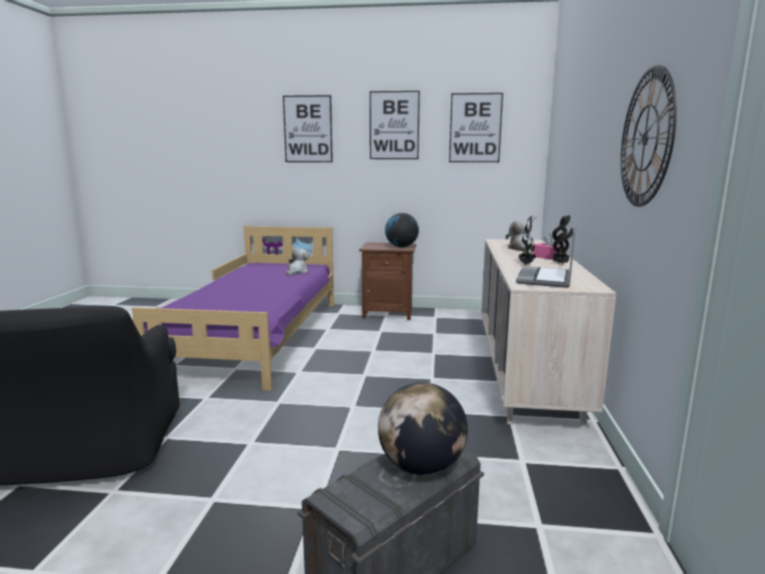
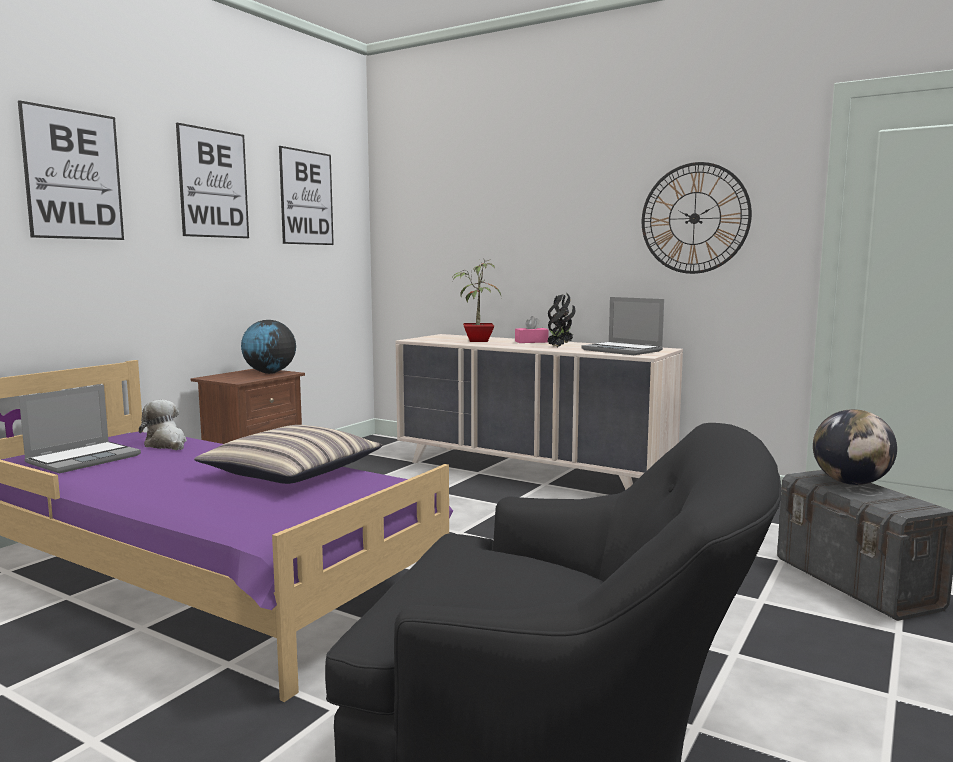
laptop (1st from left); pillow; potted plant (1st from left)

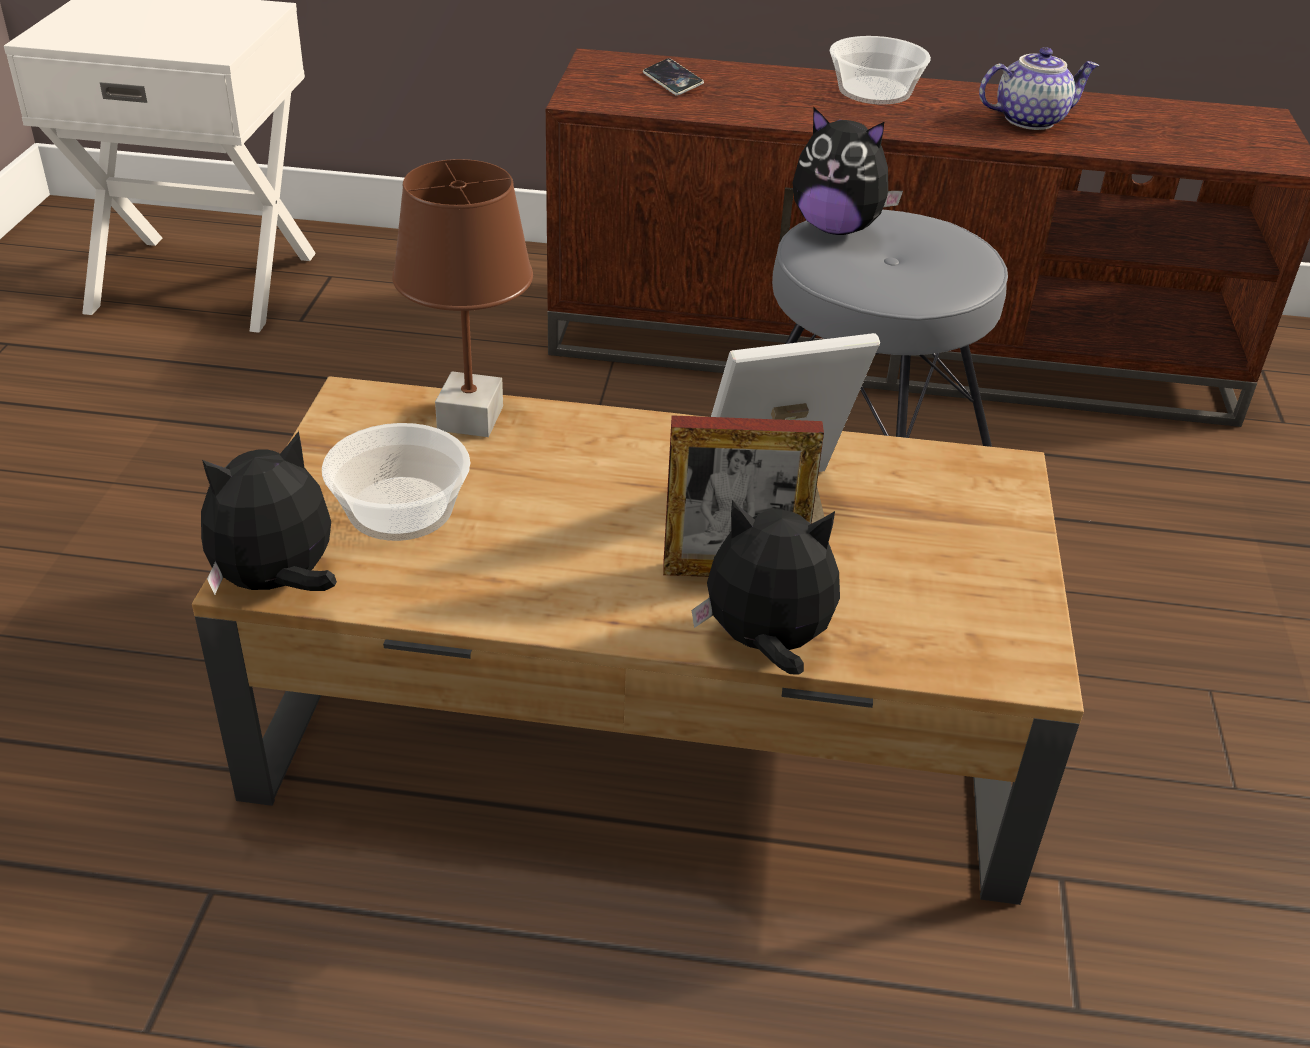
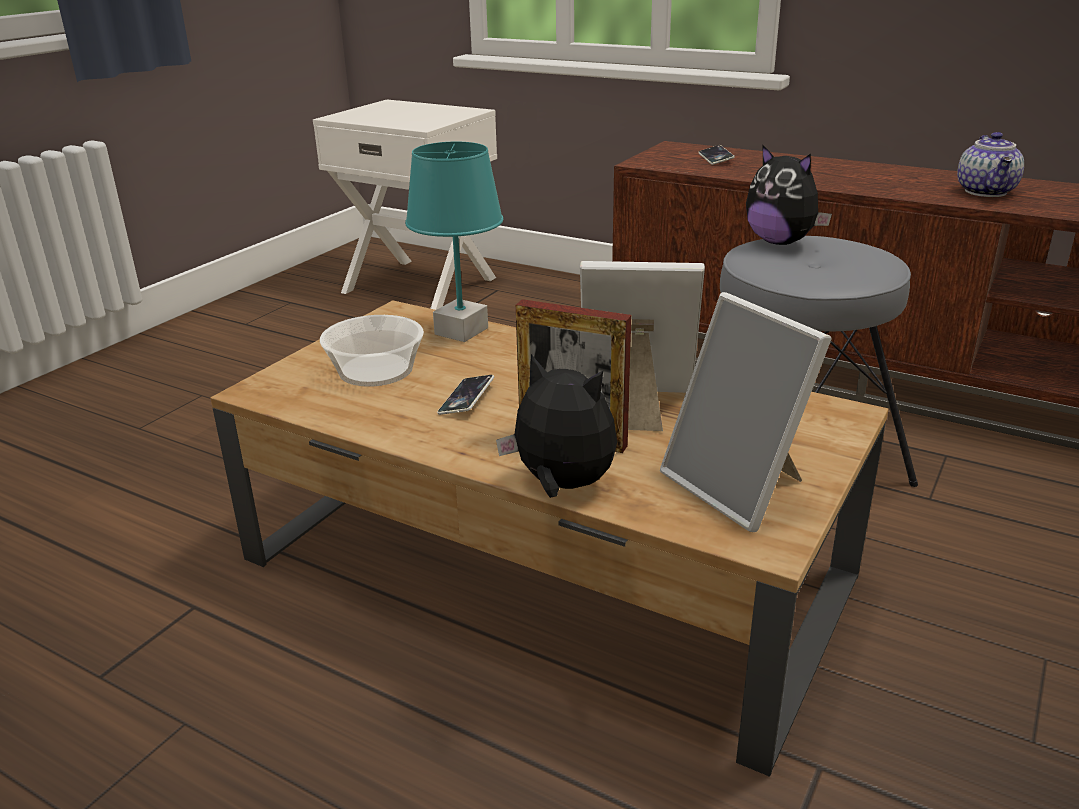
plush toy (1st from left in the first image); bowl (2nd from left in the first image); phone (1st from left); picture frame (3rd from left); turquoise table lamp; teapot

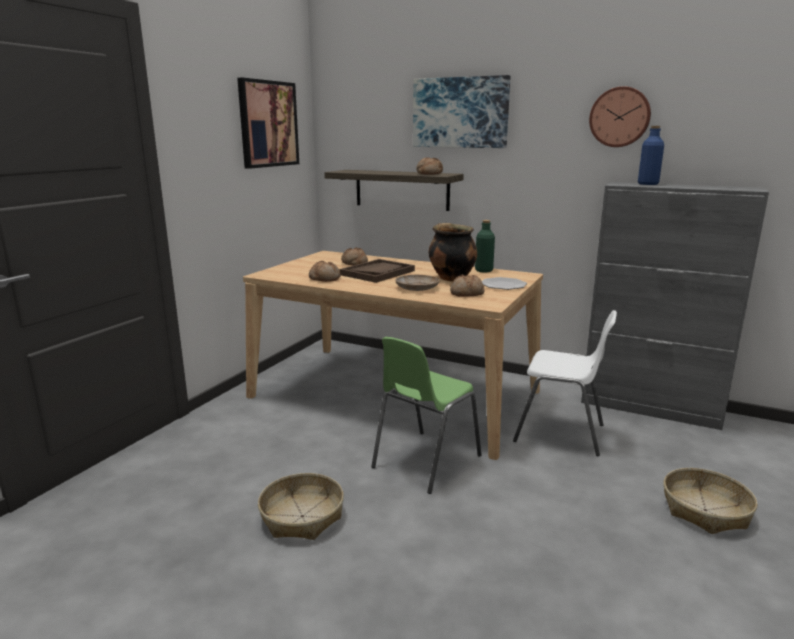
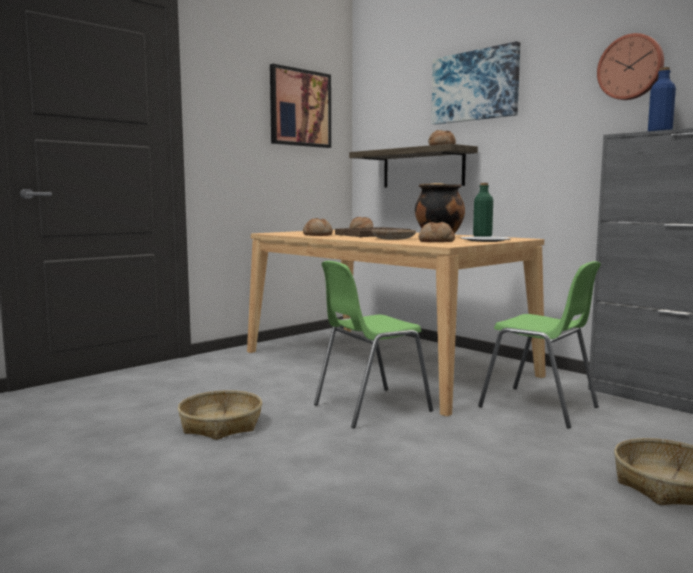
green chair (2nd from left)

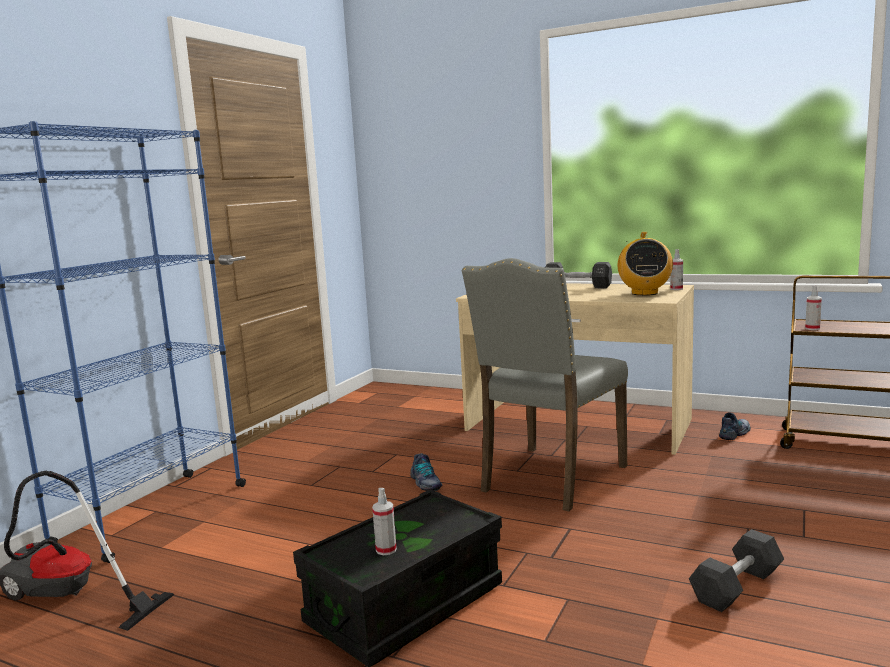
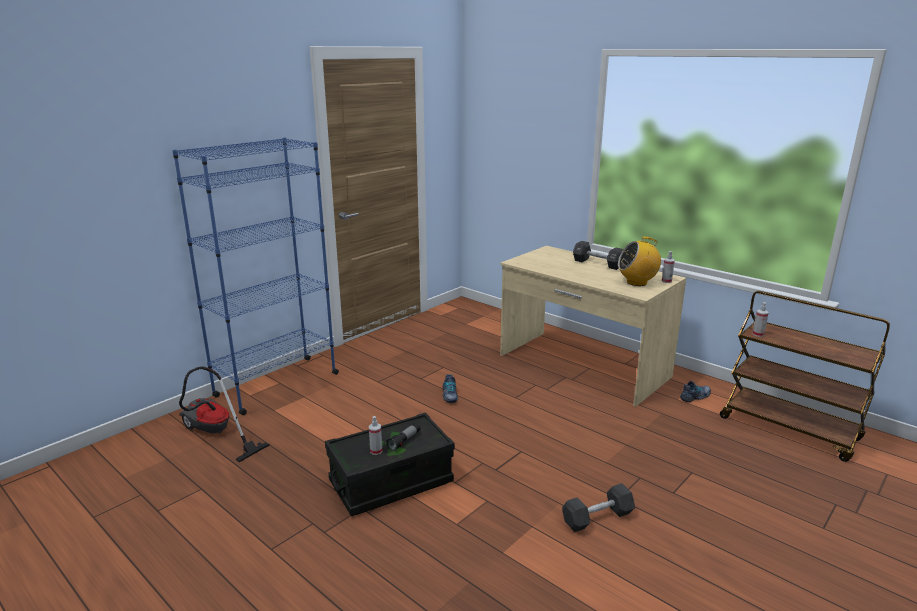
grey chair; flashlight; radio

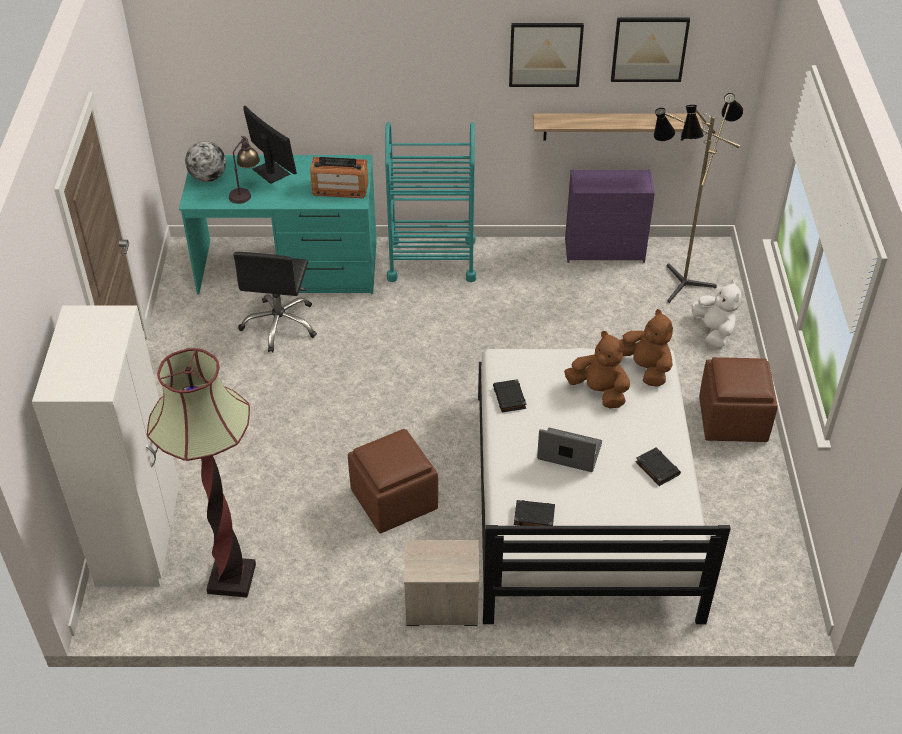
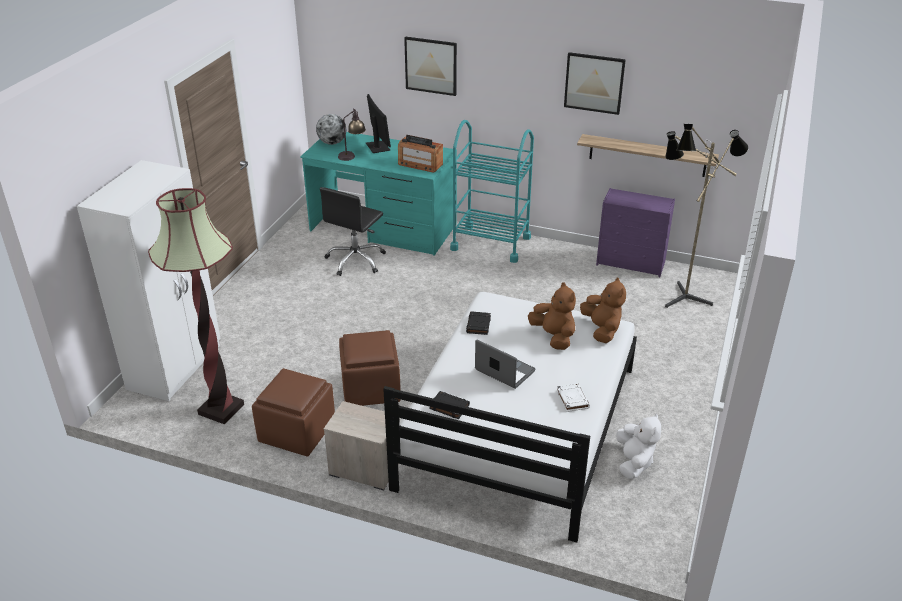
picture (1st from left); white plush toy; brown ottoman (1st from left); white book

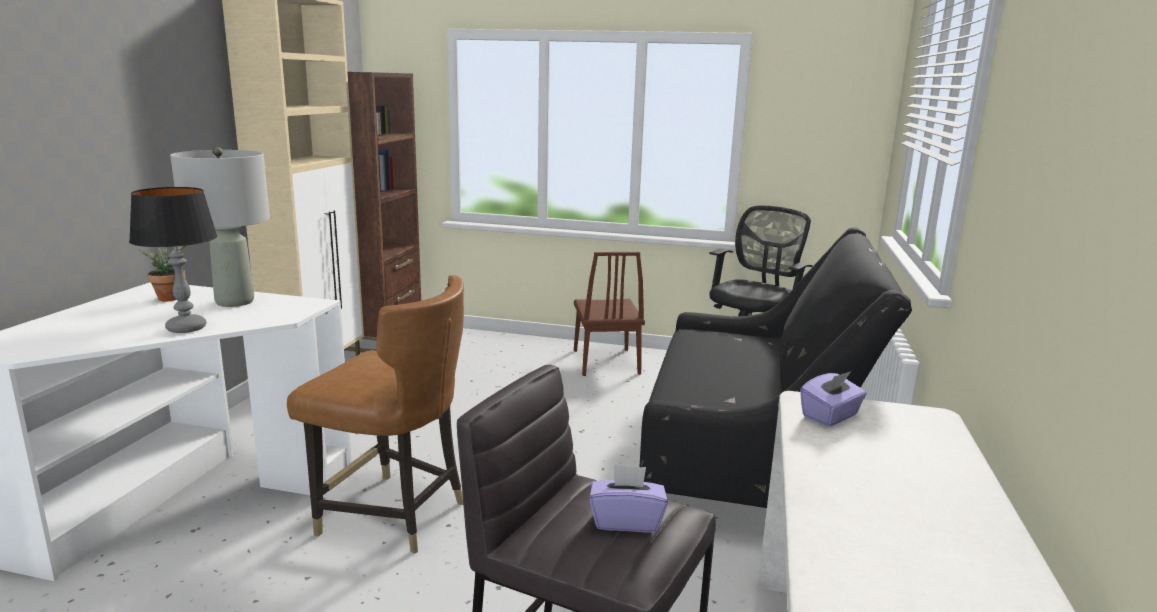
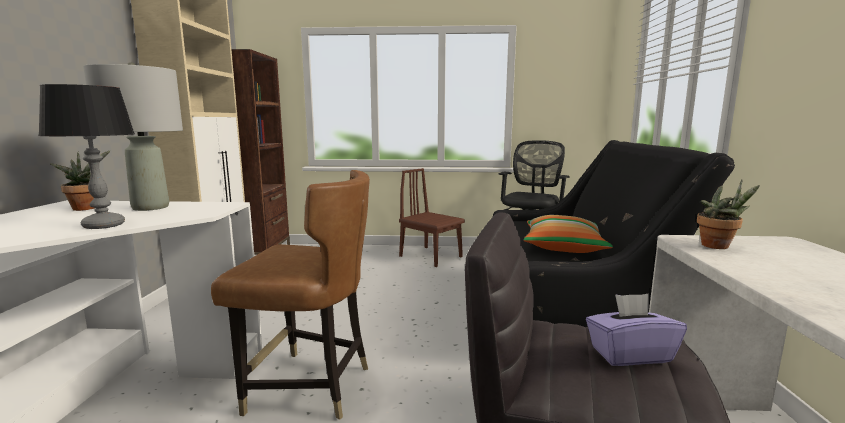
pillow; potted plant (2nd from left); brown chair (2nd from left)

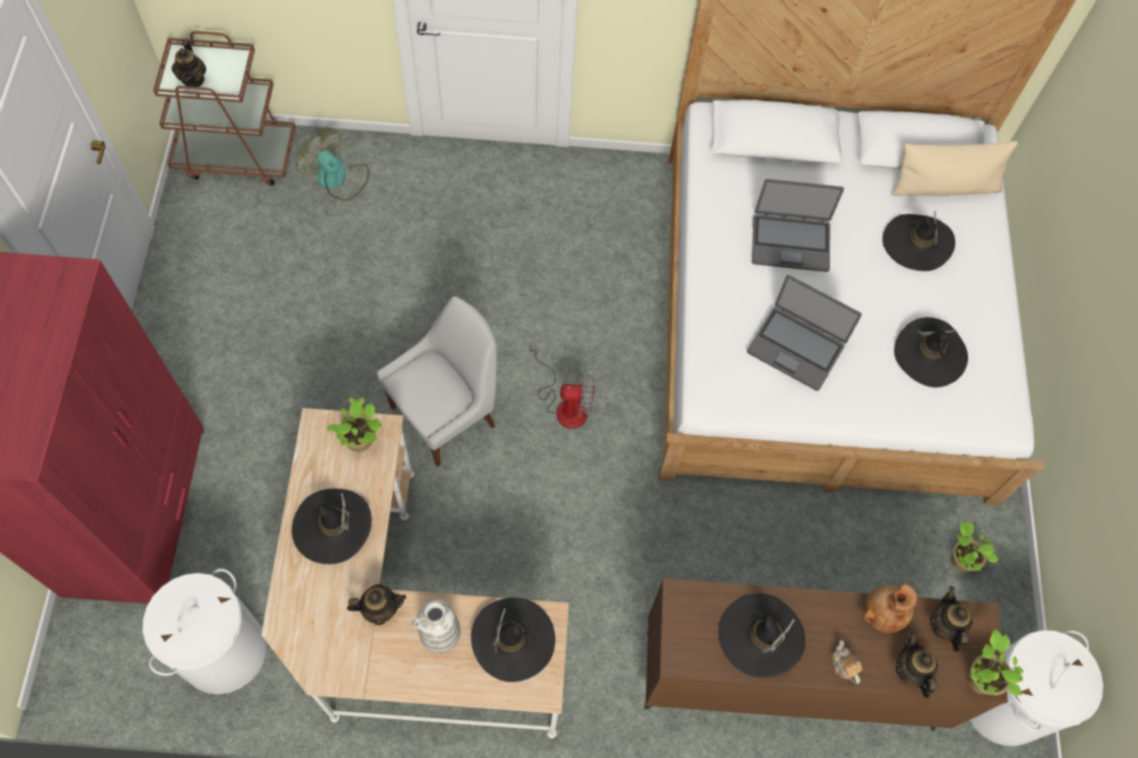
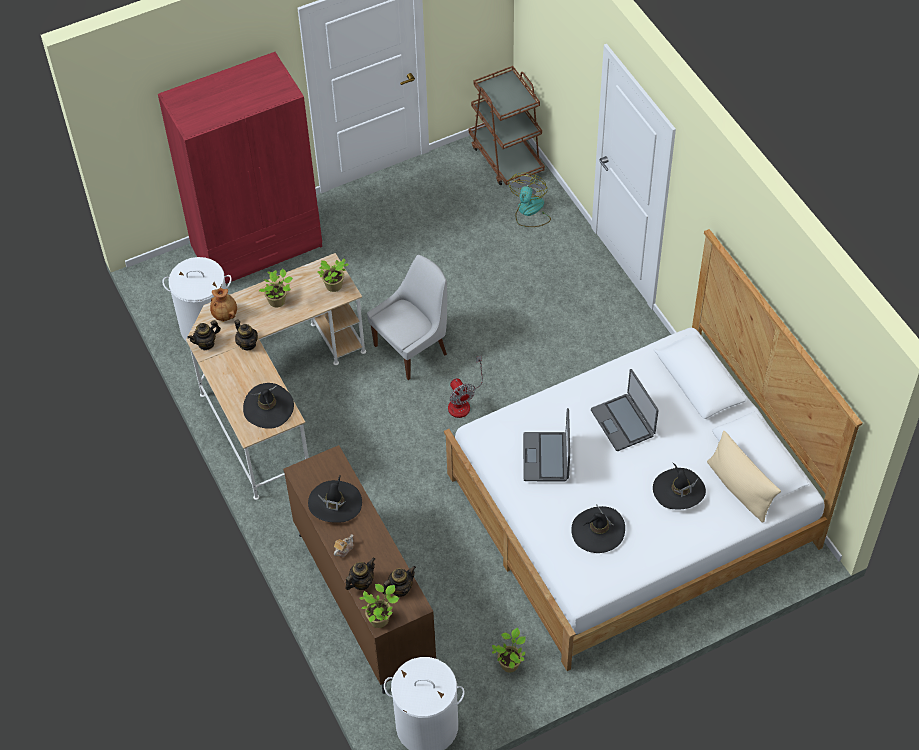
white vase; teapot (1st from left); brown vase; potted plant (1st from left); white chair

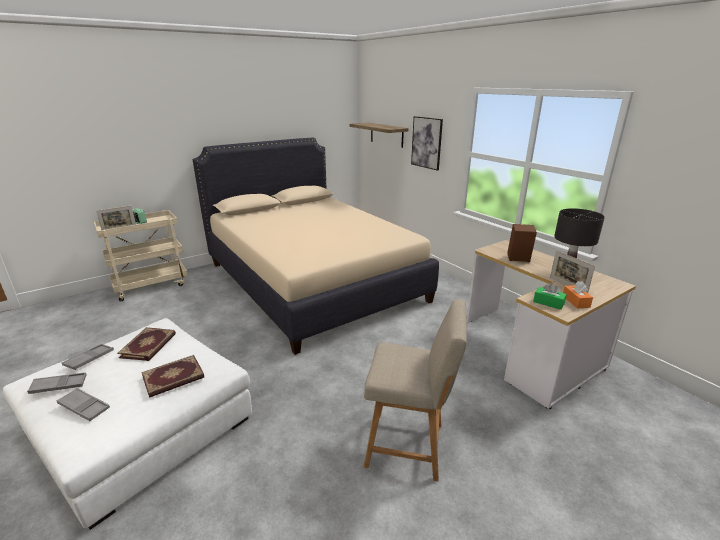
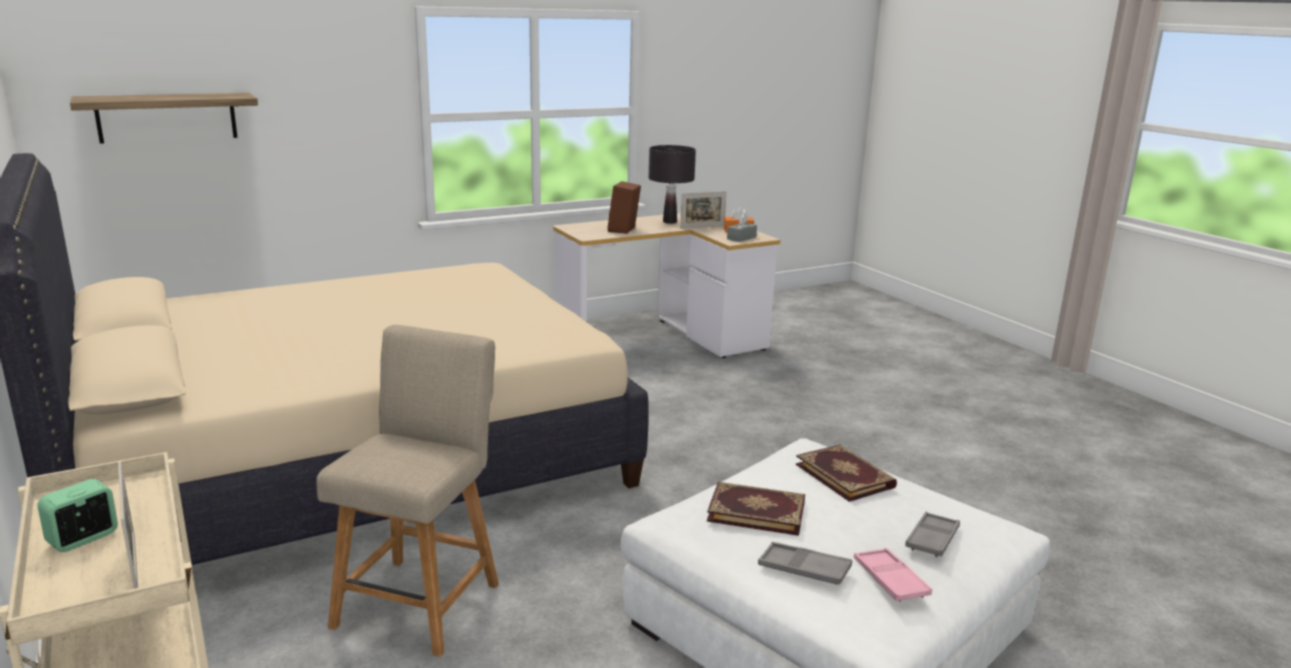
picture; beige chair; pink tray; grey tissue box

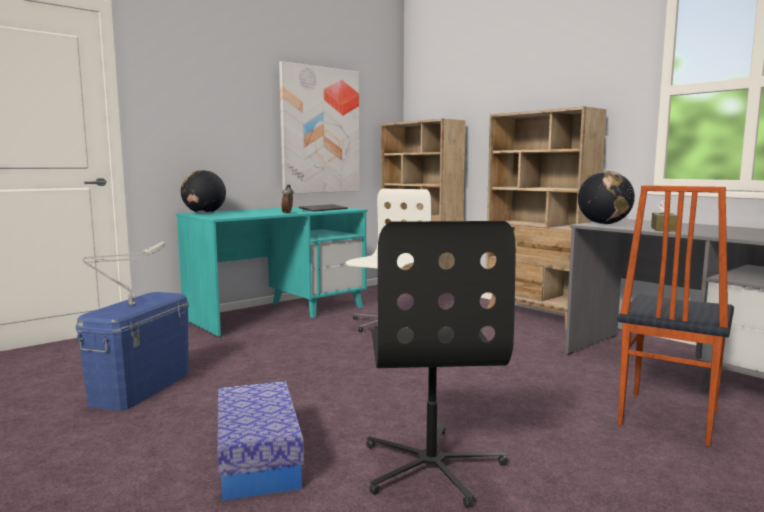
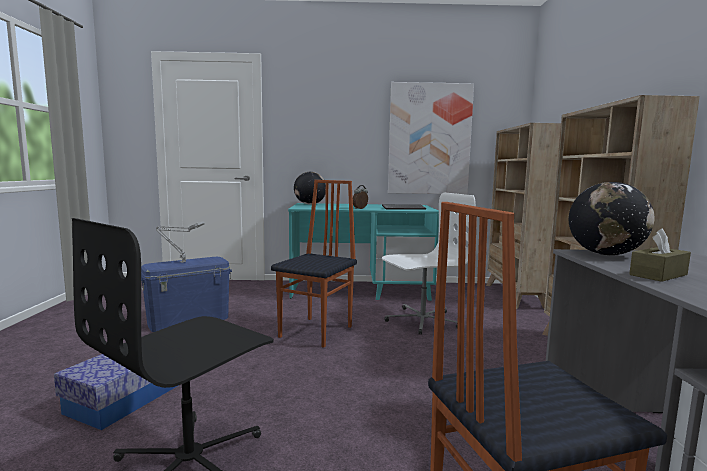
chair (1st from left)

